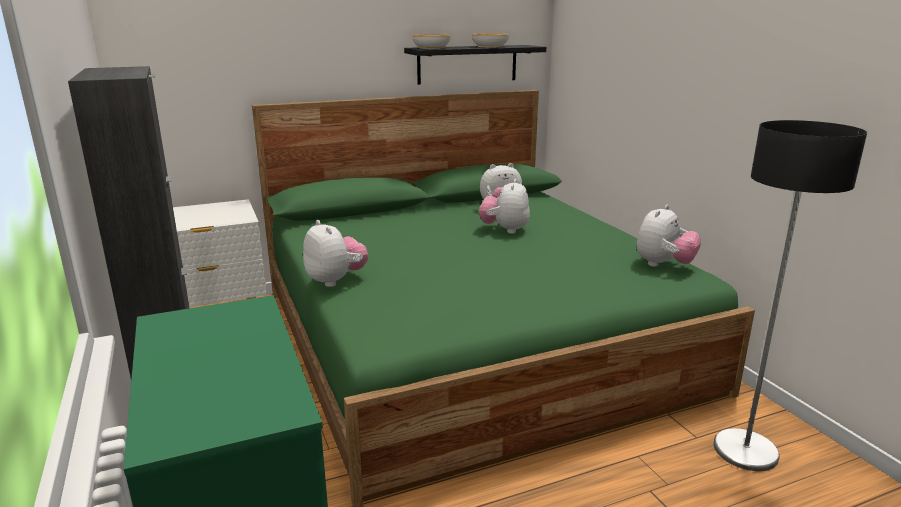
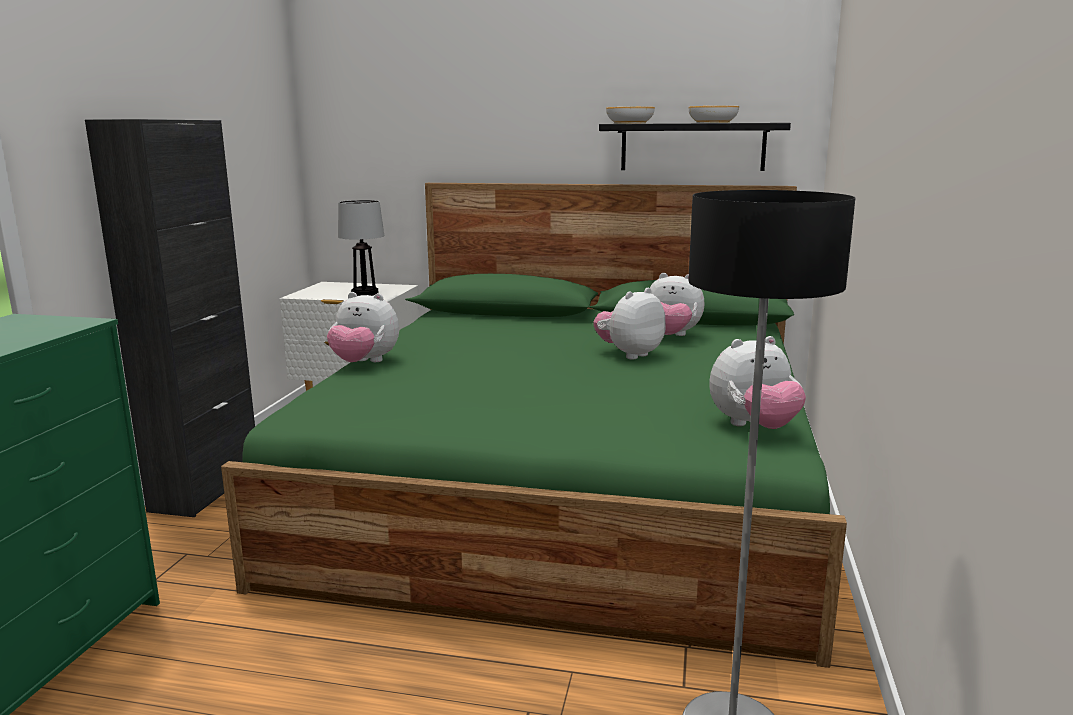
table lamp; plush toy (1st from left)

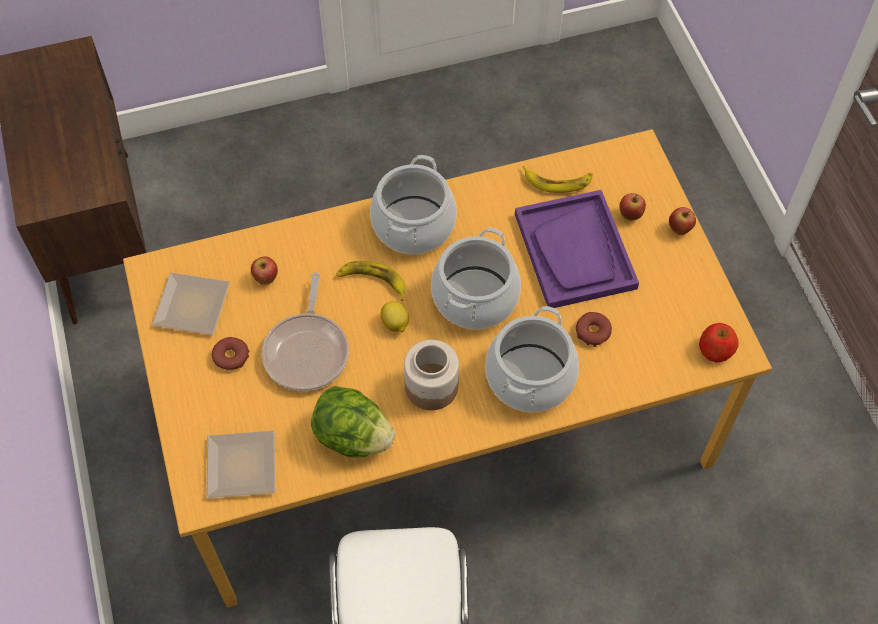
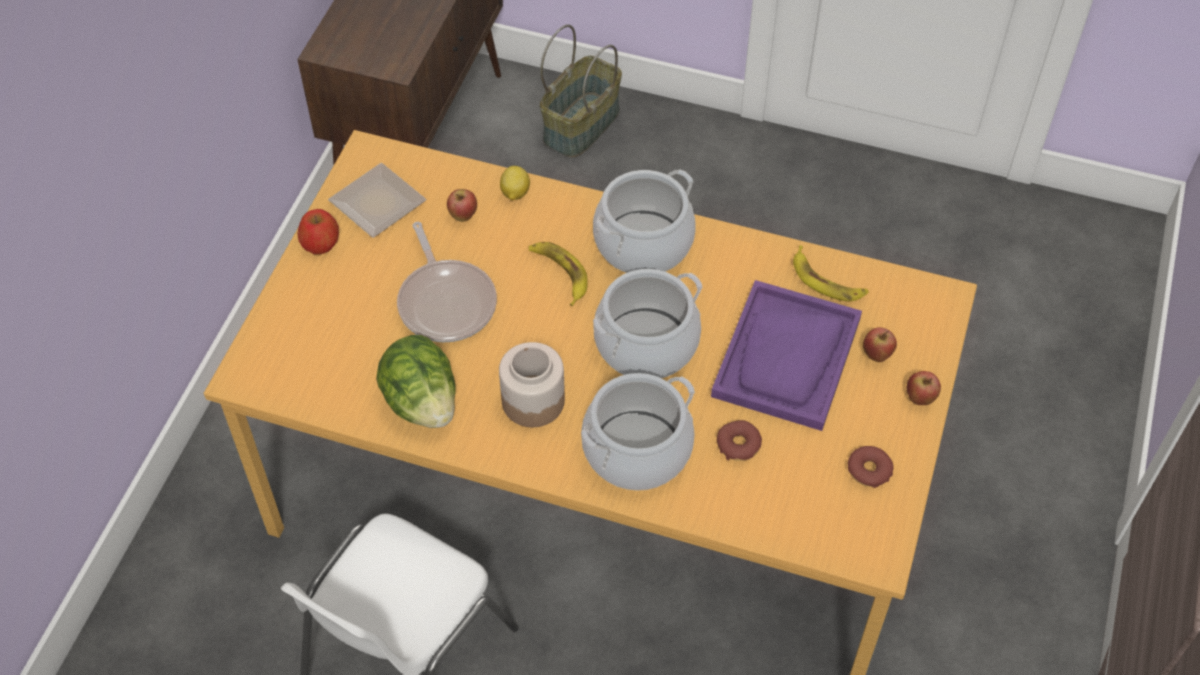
plate (2nd from left in the first image); basket; donut (2nd from left); lemon; apple (1st from left); frying pan

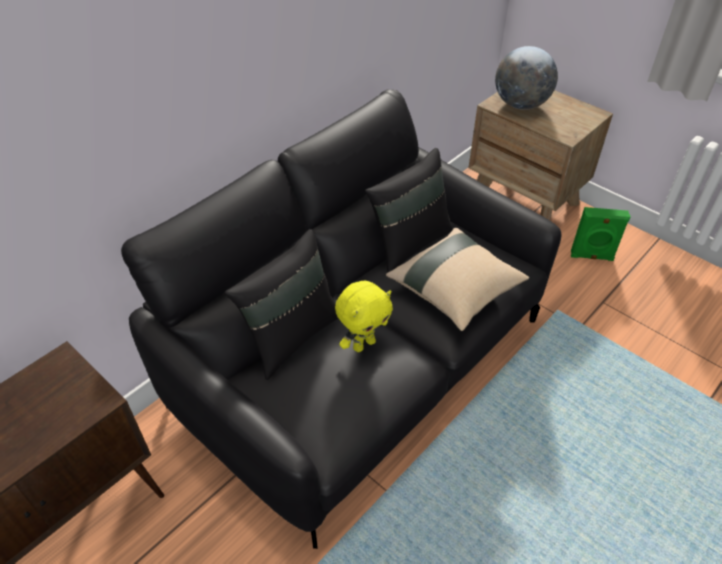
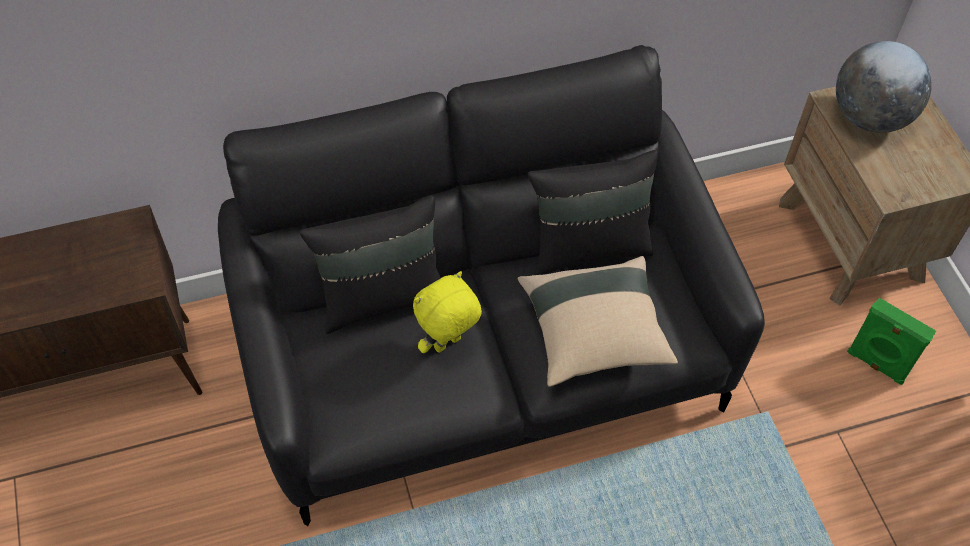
yellow plush toy

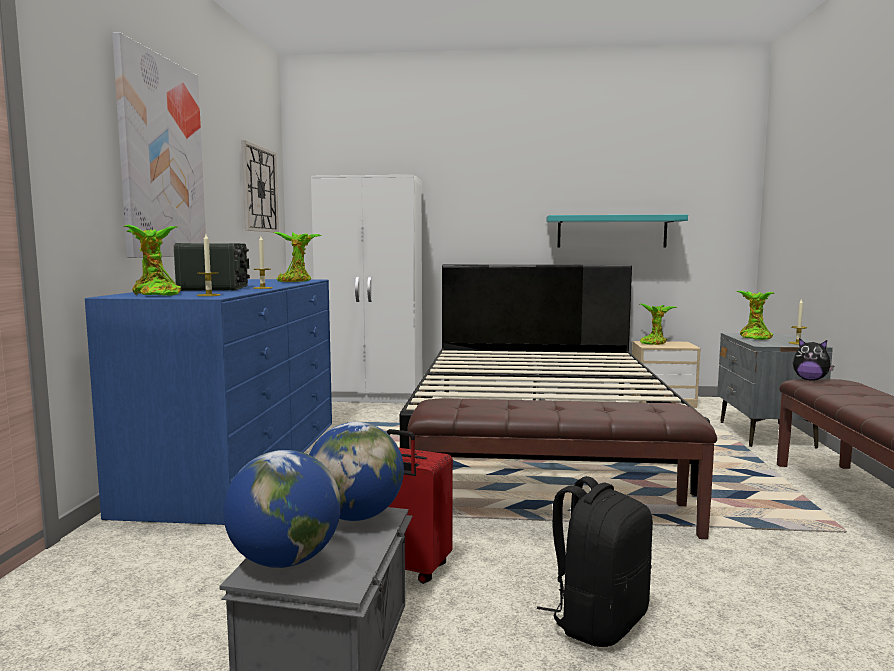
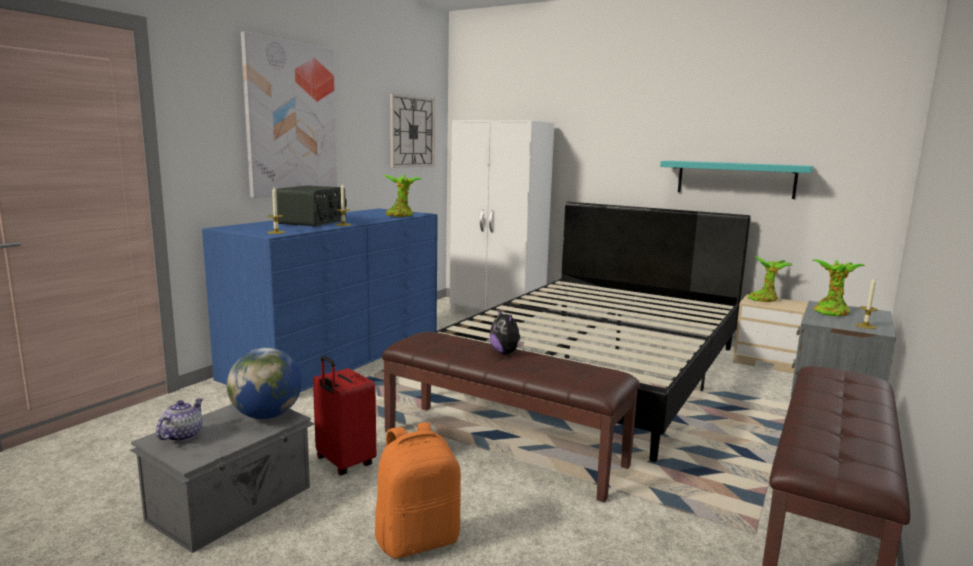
potted plant (1st from left in the first image); plush toy; teapot; orange backpack

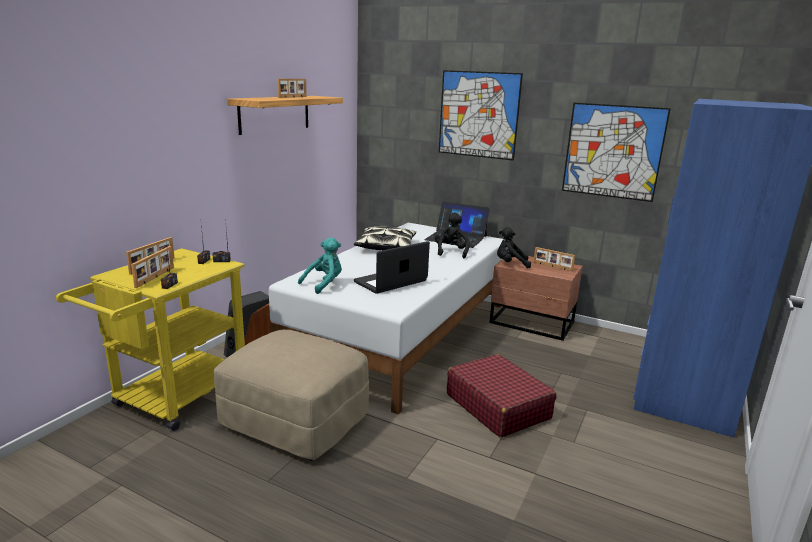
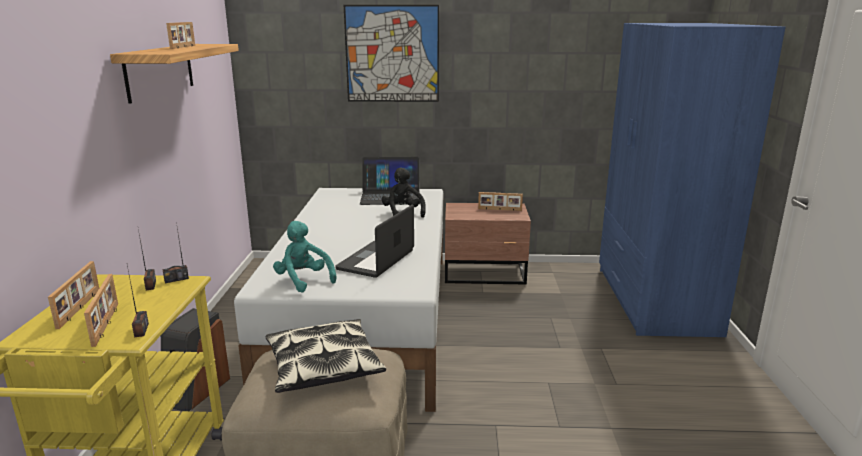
red suitcase; black plush toy (2nd from left in the first image); picture (2nd from left in the first image); pillow; turquoise plush toy

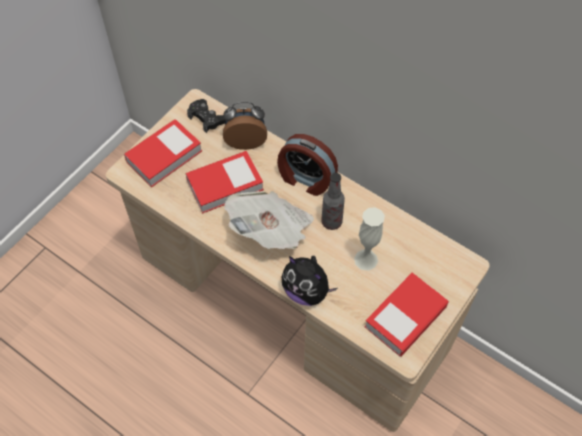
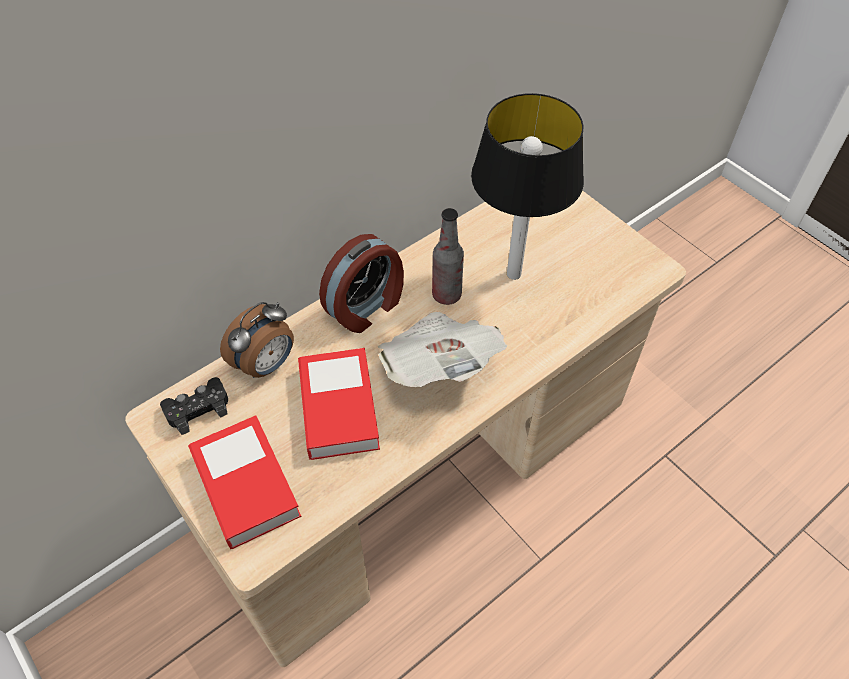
plush toy; book (3rd from left in the first image); table lamp; alarm clock (1st from left)

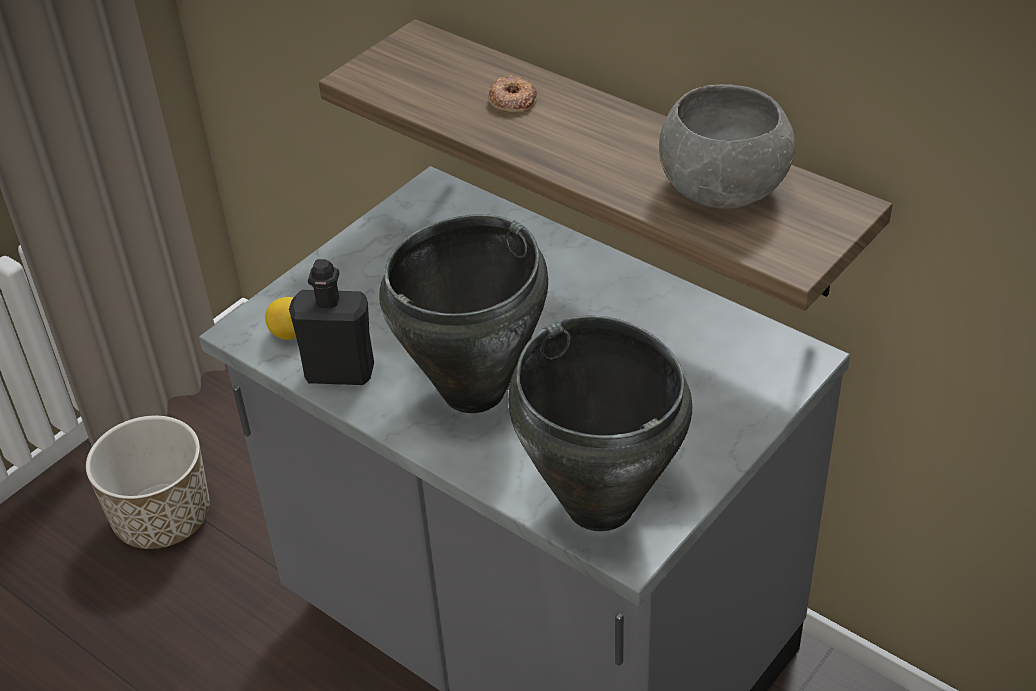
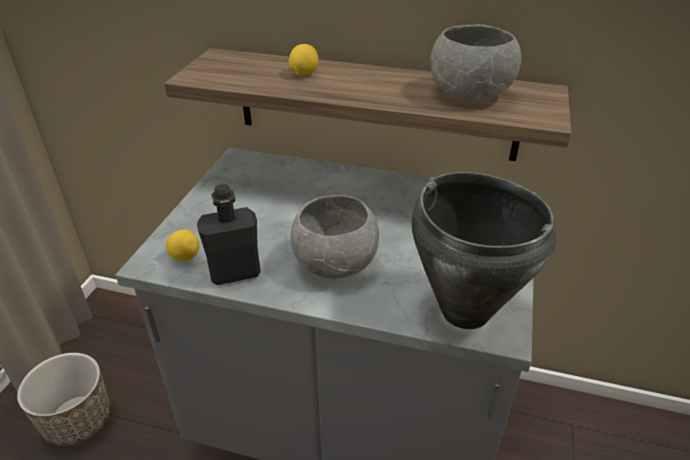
grey bowl (1st from left); lemon (2nd from left)

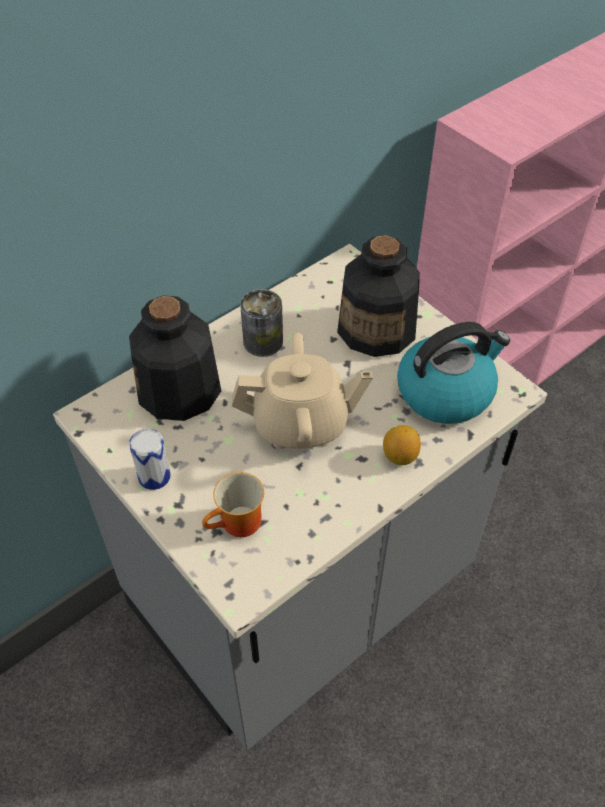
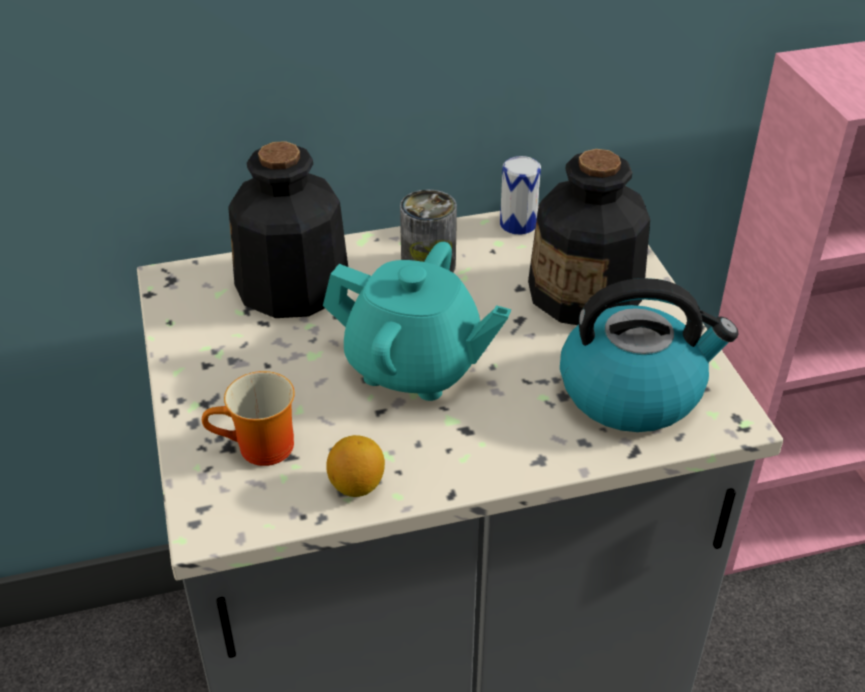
can (2nd from left); lemon; turquoise teapot

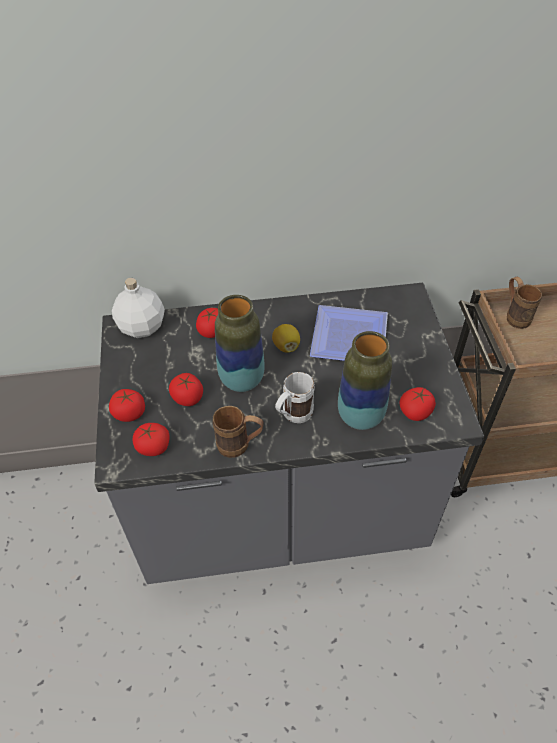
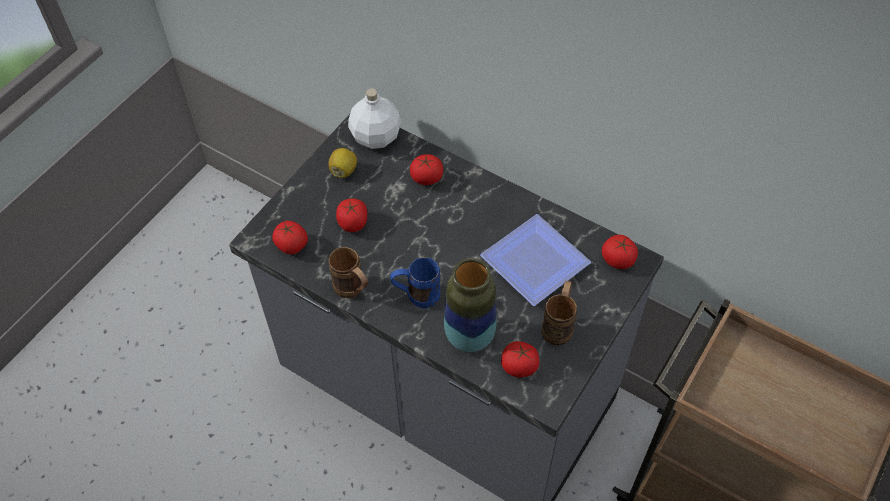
vase (1st from left in the first image); tomato (5th from left); lemon; brown mug (2nd from left); blue mug

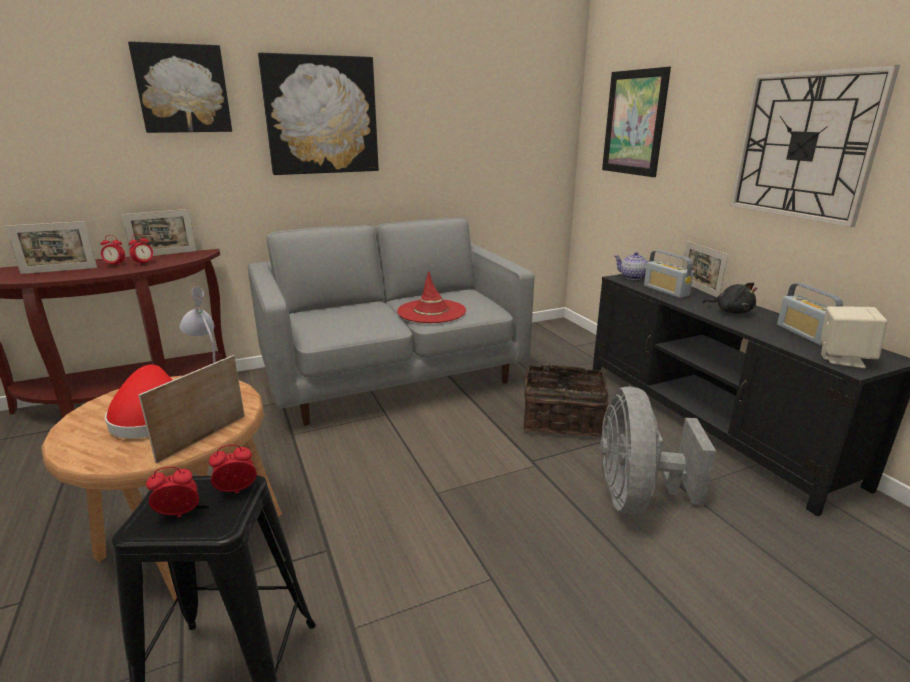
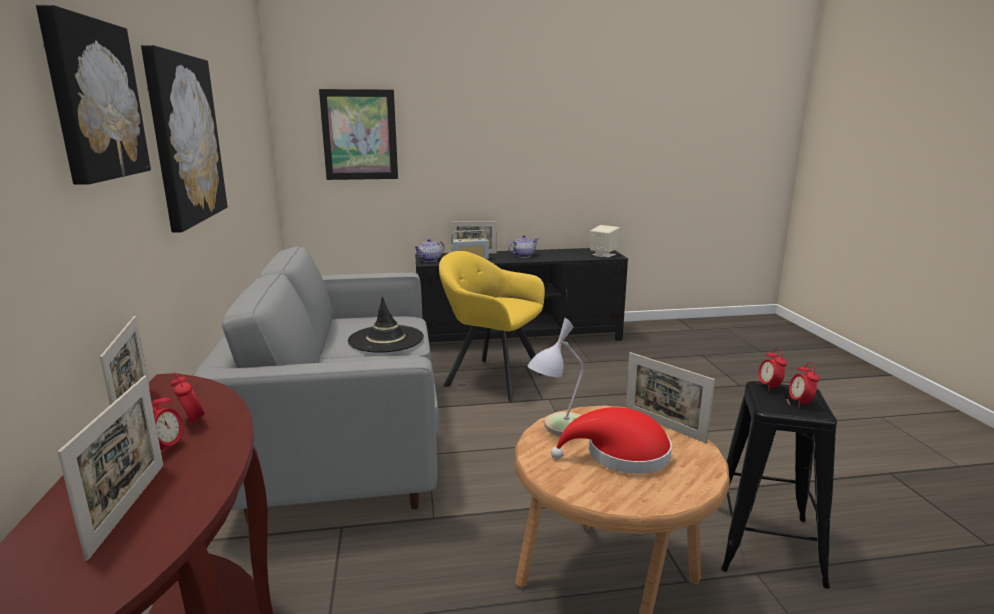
grey fan; wall clock; radio (2nd from left in the first image); yellow armchair; teapot (2nd from left); black hat

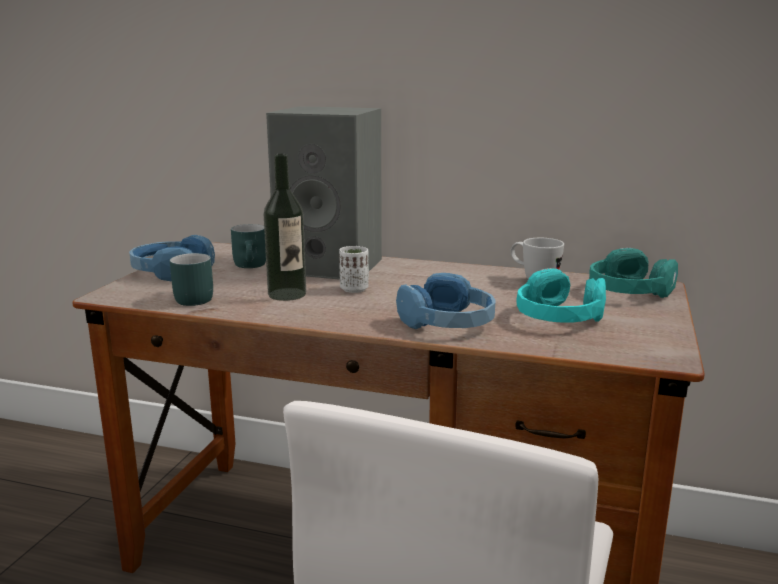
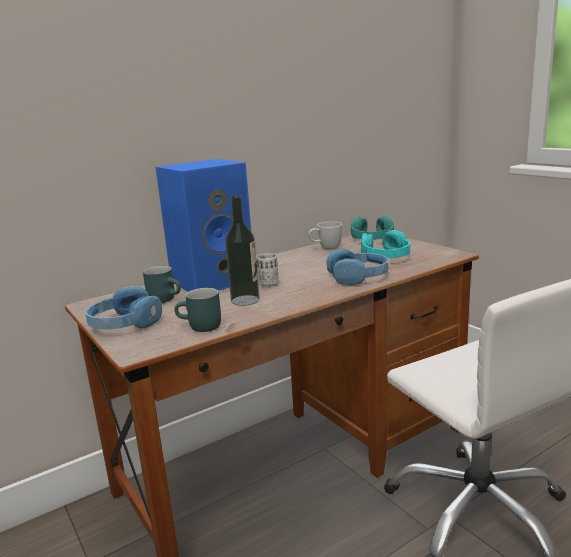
blue speaker

